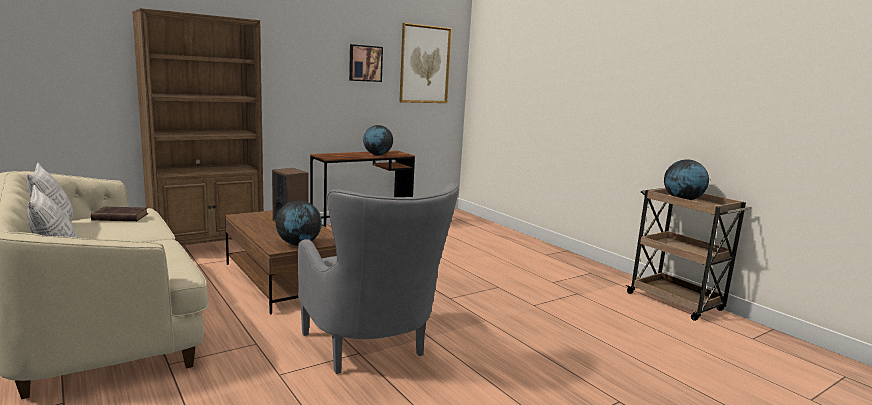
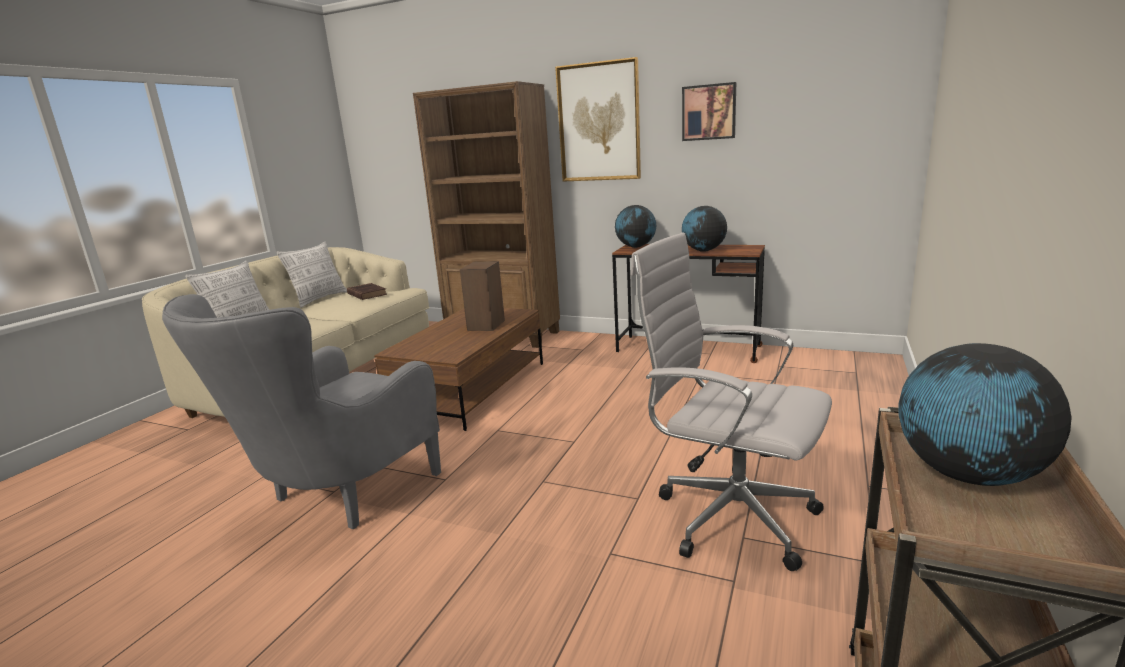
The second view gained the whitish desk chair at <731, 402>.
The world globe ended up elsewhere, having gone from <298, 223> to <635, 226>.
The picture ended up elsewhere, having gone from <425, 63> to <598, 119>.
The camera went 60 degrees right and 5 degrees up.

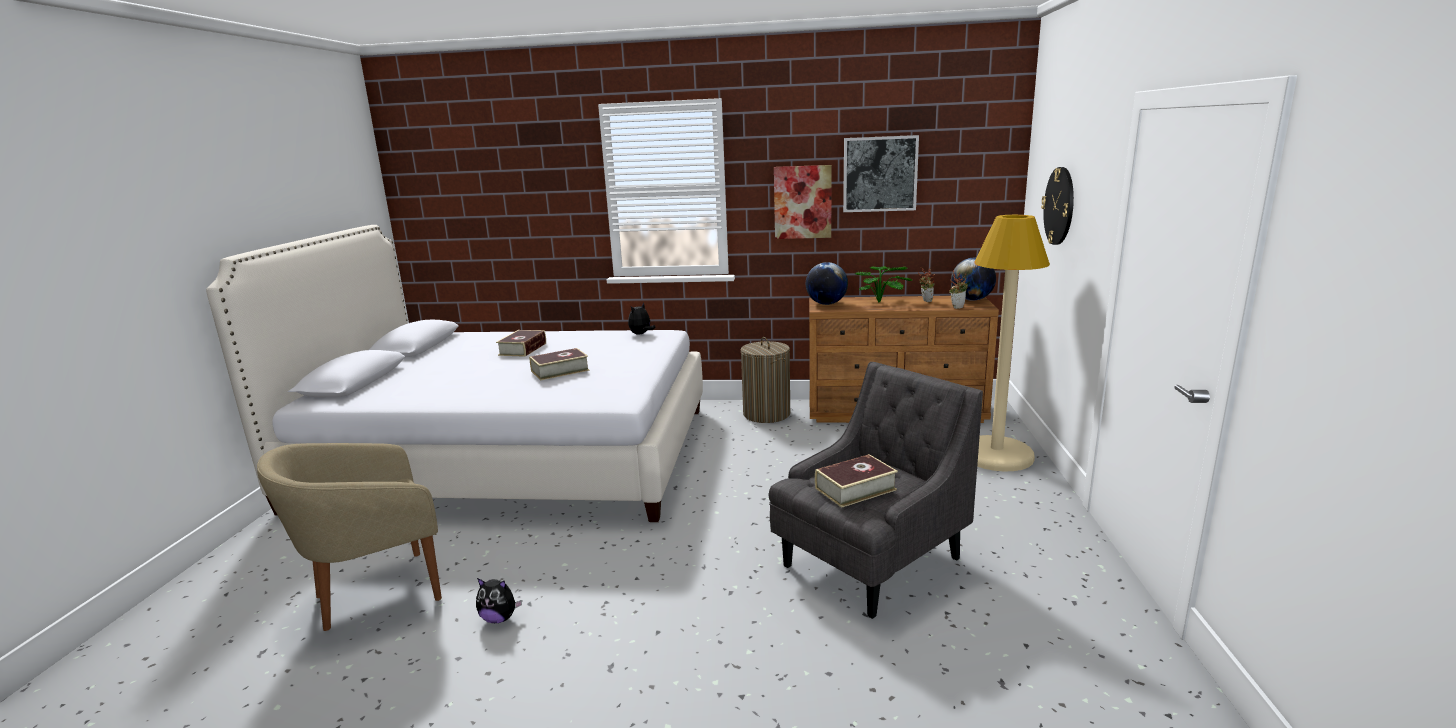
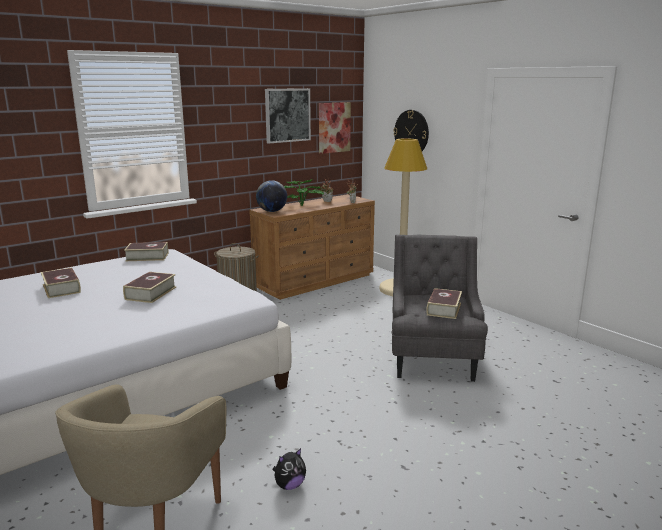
The second view lost the world globe at <973, 279>.
The picture ended up elsewhere, having gone from <803, 202> to <335, 128>.
Where the plush toy stood at <642, 318>, the bound book came to stand at <146, 251>.
The camera went 45 degrees left and 0 degrees up.

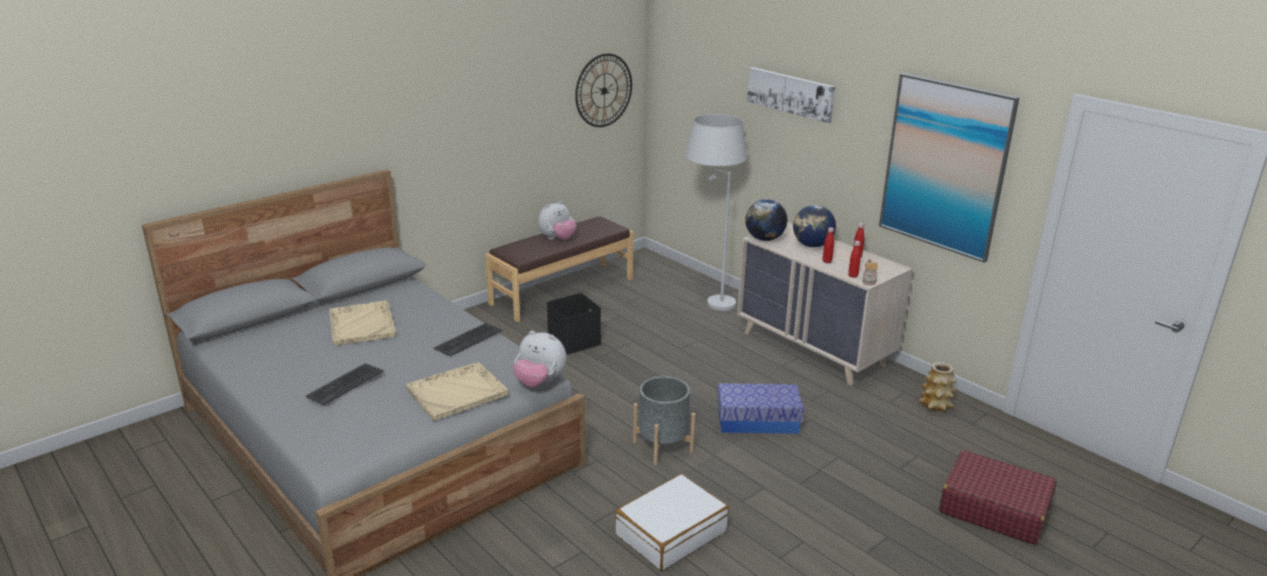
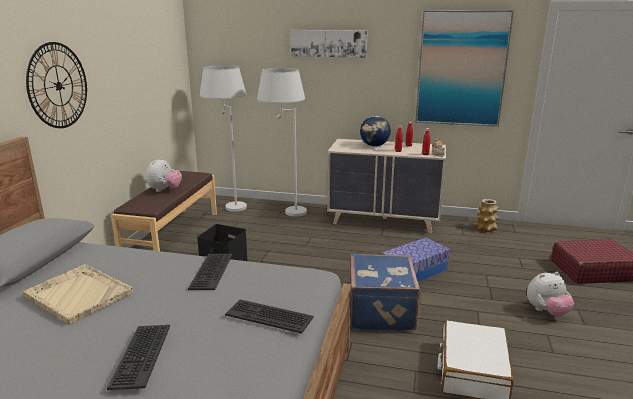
The second view lost the world globe at <766, 220>.
The second view gained the whitish standing lamp at <223, 138>.
The plush toy ended up elsewhere, having gone from <540, 359> to <550, 294>.
The wall clock ended up elsewhere, having gone from <603, 90> to <56, 85>.
Where the sand-coloured tray stood at <457, 391>, the PC keyboard came to stand at <269, 316>.
Where the greyish planter stood at <664, 420>, the blue-coloured piece of luggage came to stand at <385, 293>.
The camera went 35 degrees left and 5 degrees down.

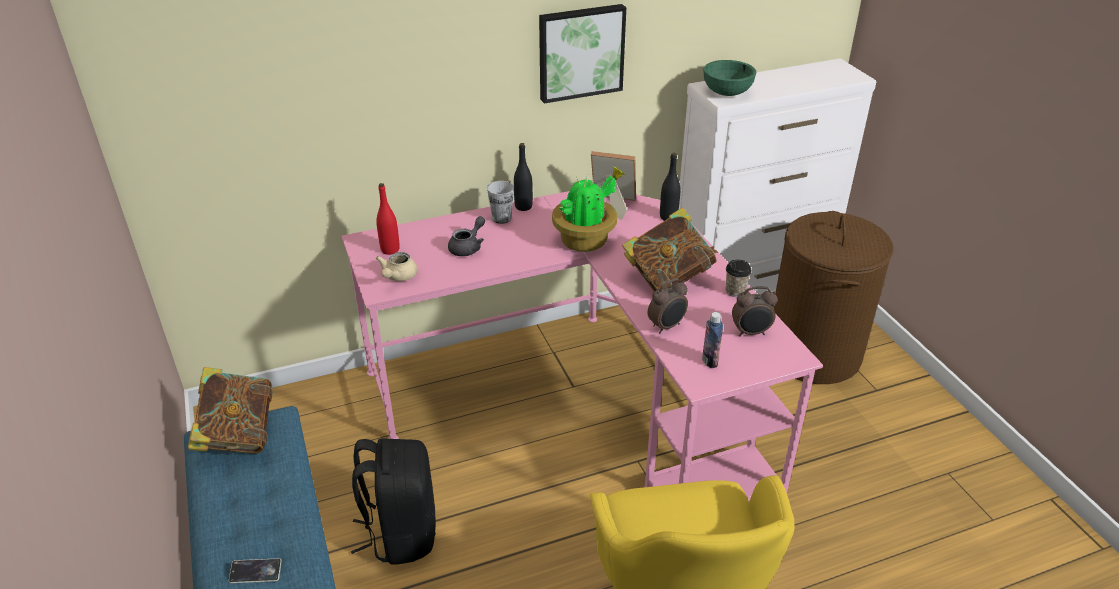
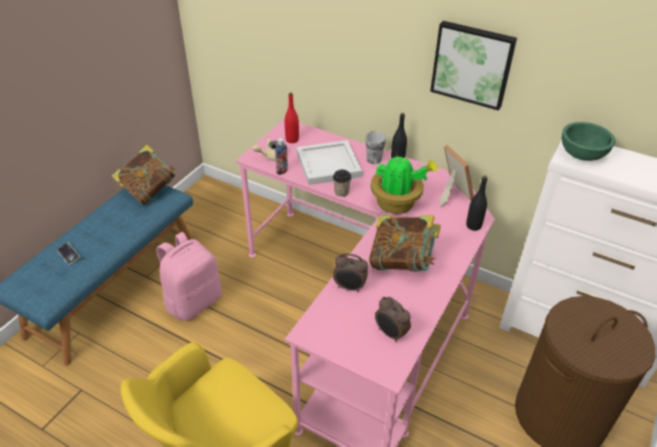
The drink bottle ended up elsewhere, having gone from <712, 340> to <281, 156>.
The cup ended up elsewhere, having gone from <739, 278> to <342, 183>.
Where the greyish pot for tea stood at <466, 236>, the whitish tray came to stand at <329, 162>.
What was the black rucksack at <393, 501> turned into the pinkish rucksack at <189, 276>.
The camera went 50 degrees right and 5 degrees up.

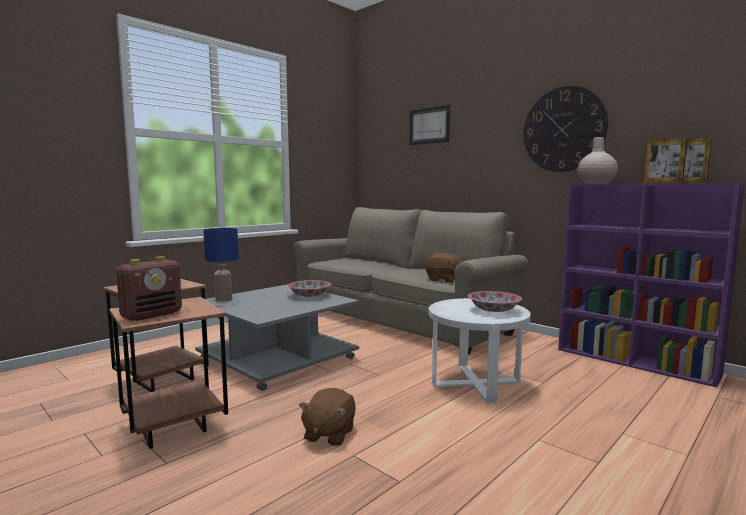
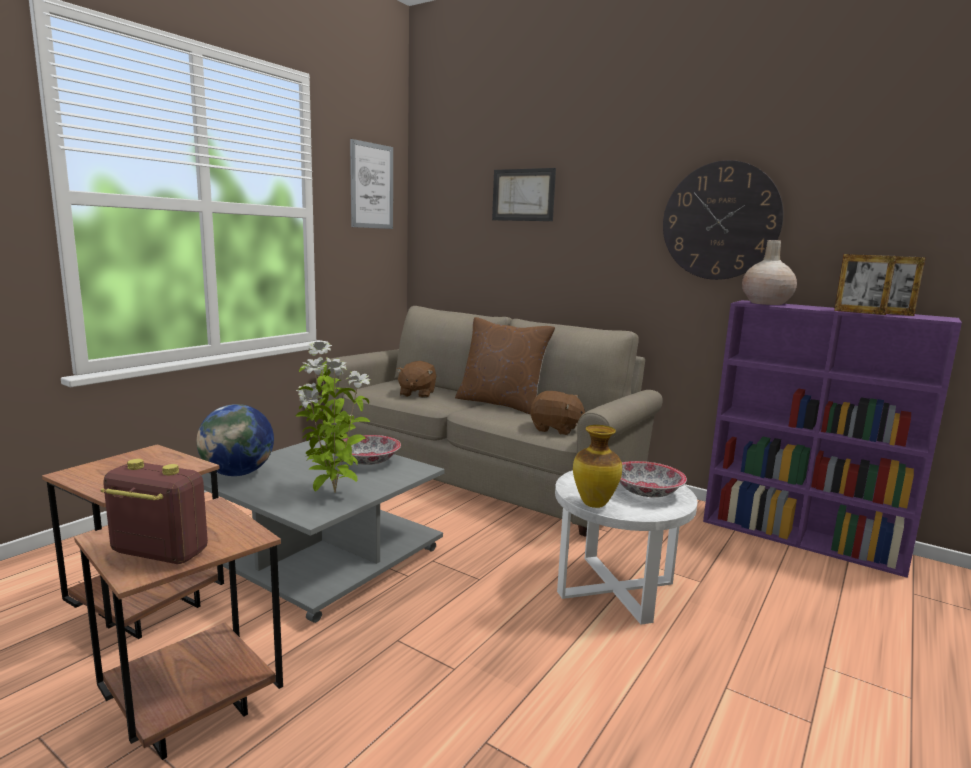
The second view gained the potted plant at <333, 417>.
The second view gained the picture at <371, 184>.
The second view gained the brown throw pillow at <505, 366>.
The second view gained the decorative vase at <597, 466>.
The brown plush toy ended up elsewhere, having gone from <327, 417> to <416, 379>.
Where the blue-coloured table lamp stood at <221, 265>, the world globe came to stand at <235, 440>.
The radio at <149, 288> ended up facing another way, 105 degrees counterclockwise from before.
The camera went 10 degrees left and 5 degrees up.

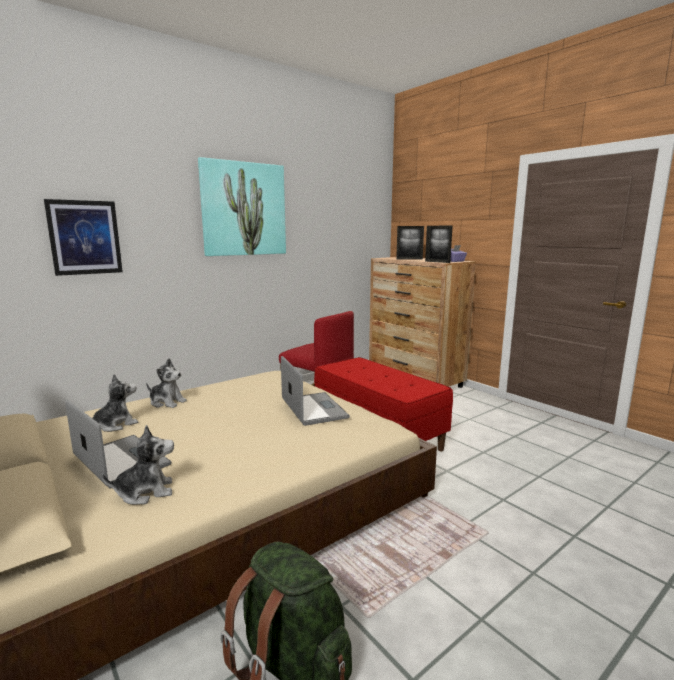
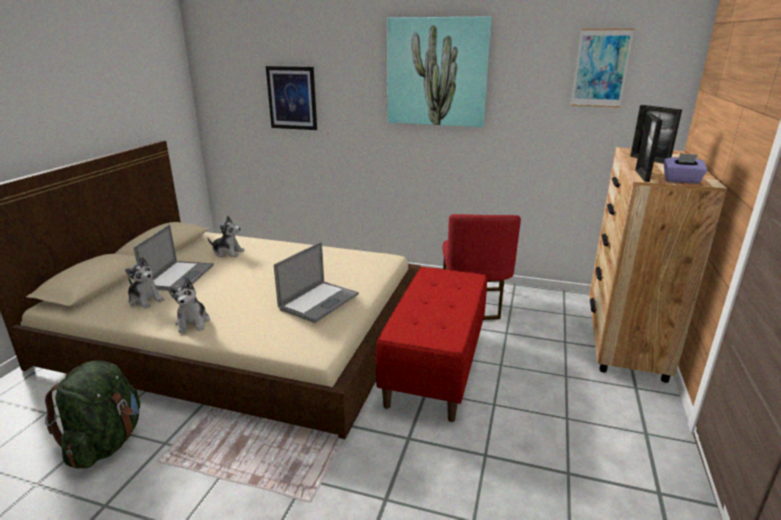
The second view gained the picture at <602, 68>.
The plush toy ended up elsewhere, having gone from <166, 383> to <188, 305>.
The camera went 55 degrees right and 10 degrees up.

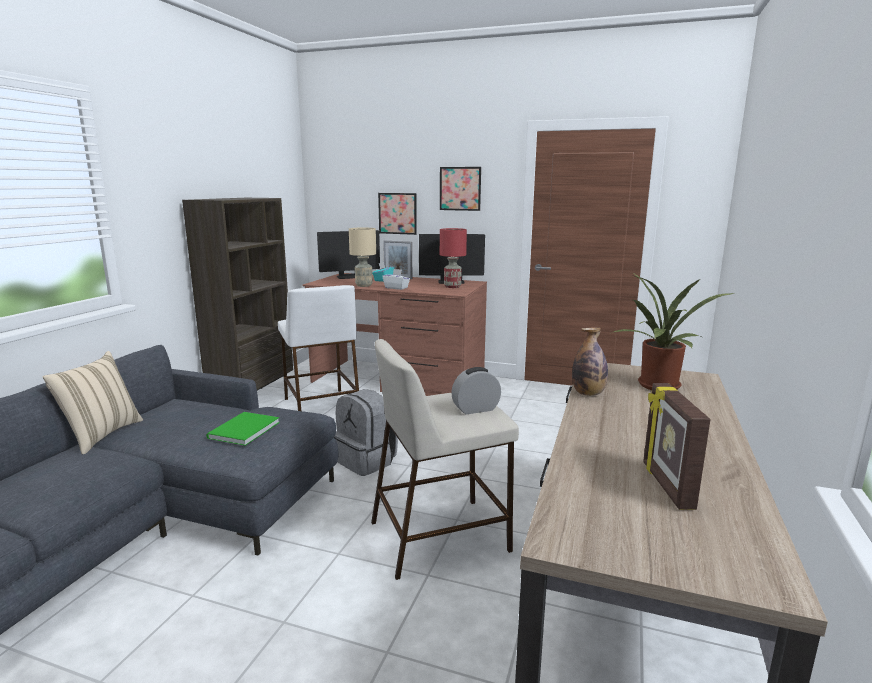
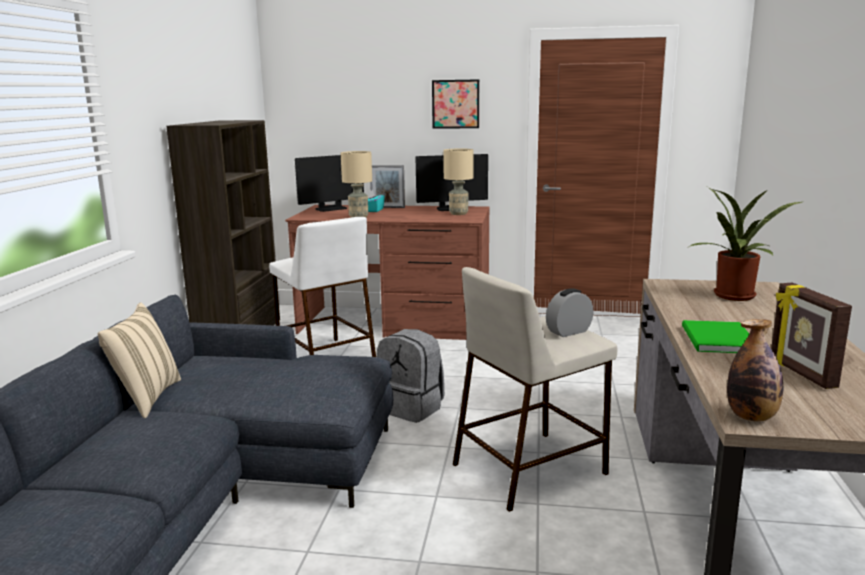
The second view lost the picture at <397, 214>.
The second view lost the whitish box of tissues at <396, 279>.
The green-coloured bound book ended up elsewhere, having gone from <243, 429> to <715, 336>.
The drink bottle ended up elsewhere, having gone from <590, 361> to <755, 370>.
What was the red table lamp at <453, 258> turned into the sand-coloured table lamp at <458, 182>.
The camera went 10 degrees left and 0 degrees up.

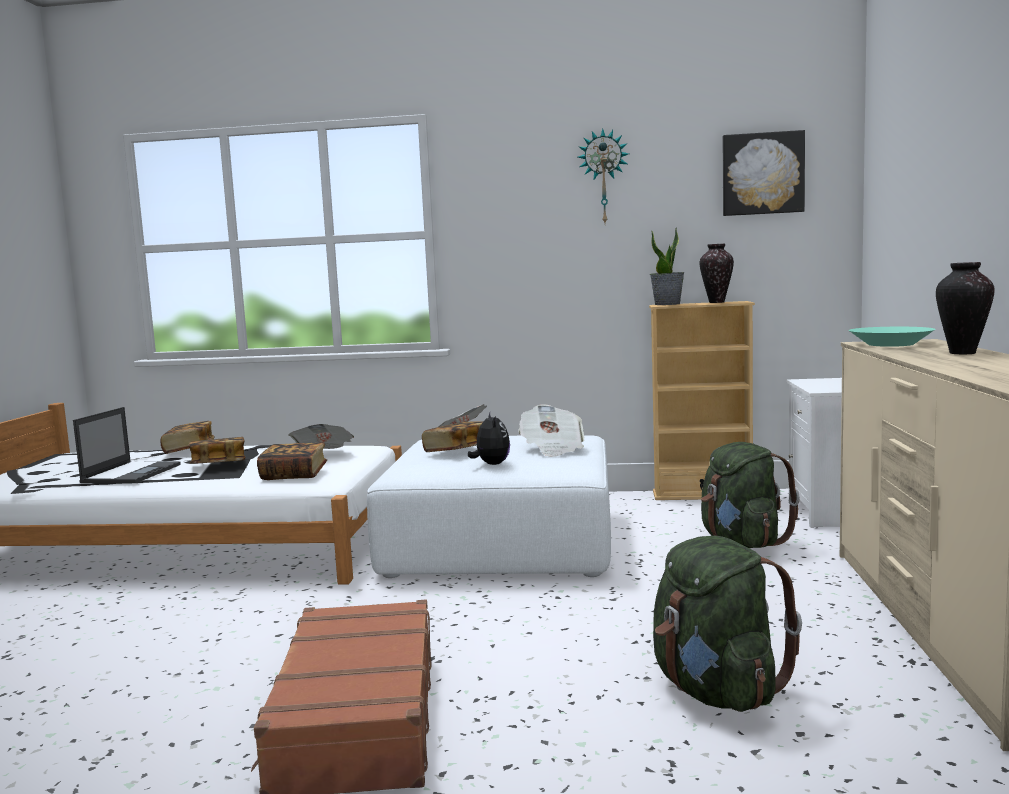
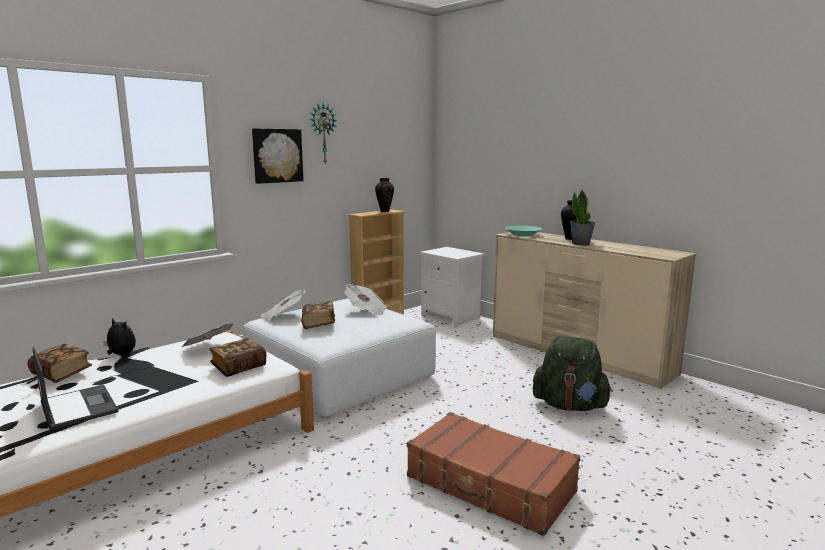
The second view lost the bound book at <217, 450>.
The second view lost the green-coloured rucksack at <750, 495>.
The plush toy ended up elsewhere, having gone from <489, 438> to <119, 337>.
The potted plant ended up elsewhere, having gone from <667, 266> to <582, 217>.
The picture ended up elsewhere, having gone from <764, 173> to <278, 156>.
The camera went 50 degrees left and 5 degrees up.

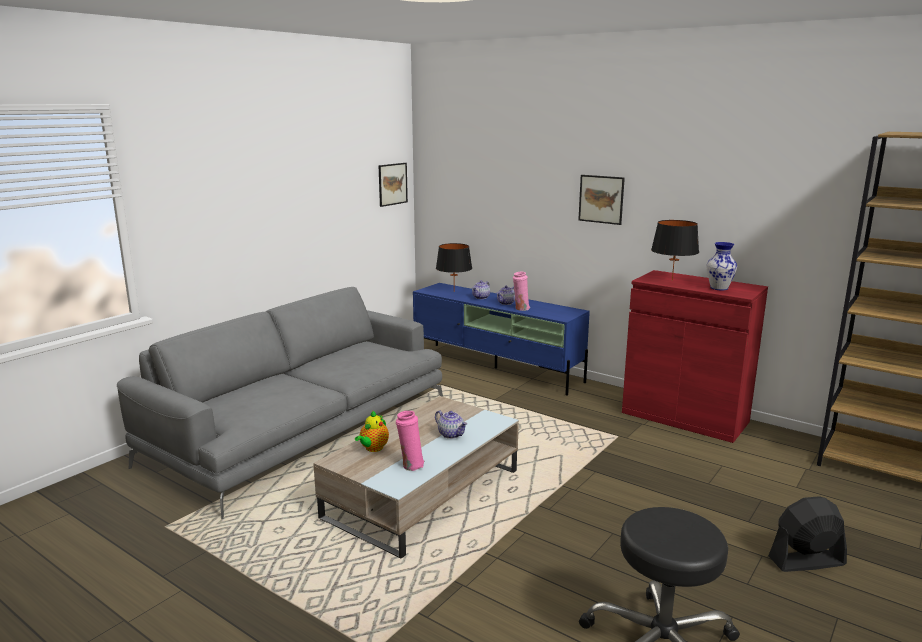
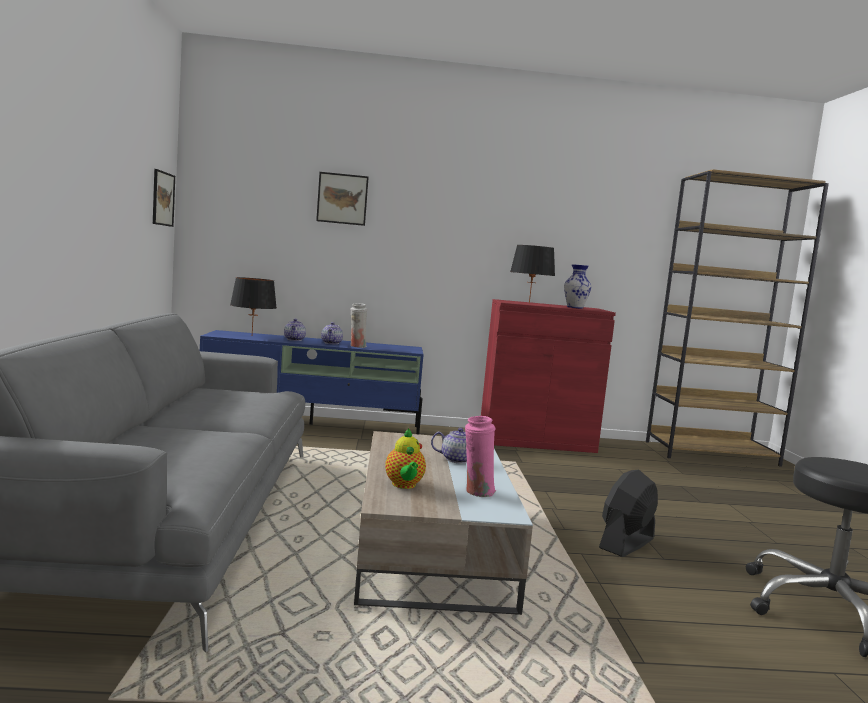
The picture ended up elsewhere, having gone from <601, 200> to <342, 199>.
The black cooling fan ended up elsewhere, having gone from <807, 534> to <628, 513>.
What was the pinkish decorative vase at <521, 291> turned into the whitish decorative vase at <358, 325>.
The camera went 40 degrees left and 10 degrees down.

